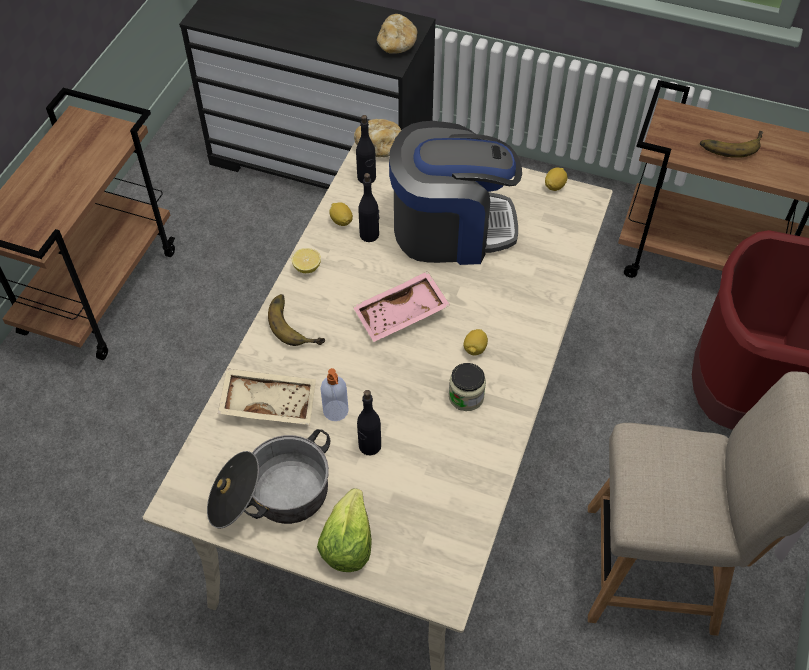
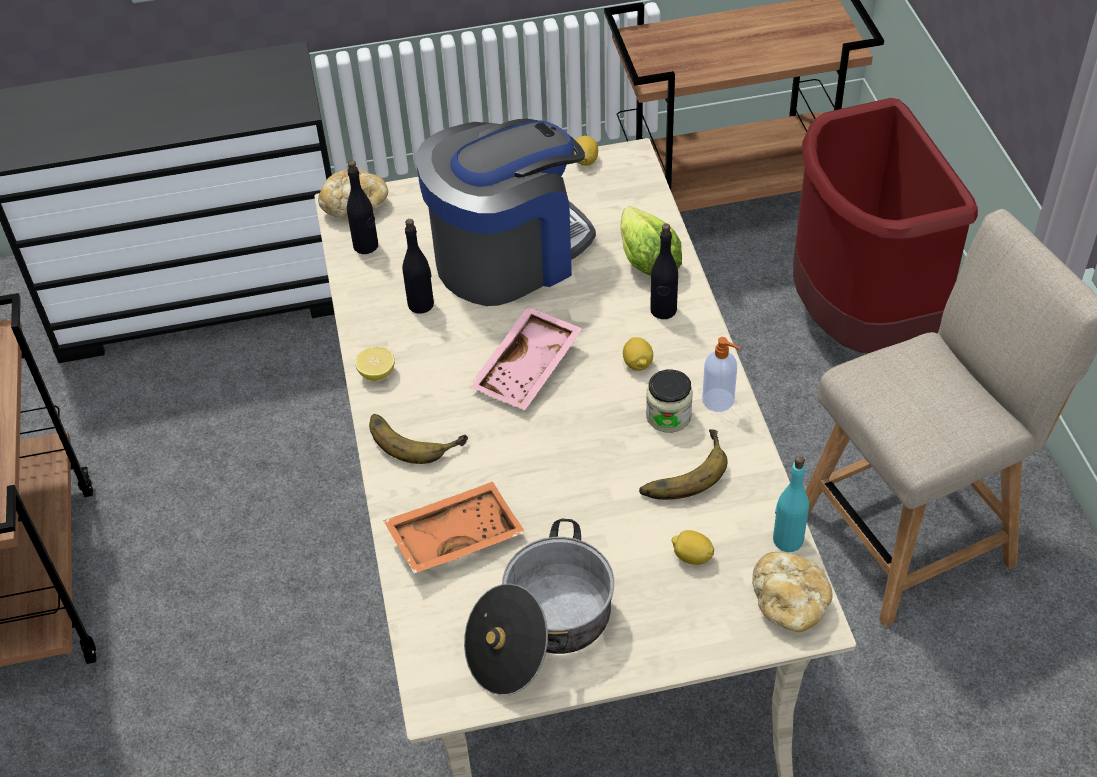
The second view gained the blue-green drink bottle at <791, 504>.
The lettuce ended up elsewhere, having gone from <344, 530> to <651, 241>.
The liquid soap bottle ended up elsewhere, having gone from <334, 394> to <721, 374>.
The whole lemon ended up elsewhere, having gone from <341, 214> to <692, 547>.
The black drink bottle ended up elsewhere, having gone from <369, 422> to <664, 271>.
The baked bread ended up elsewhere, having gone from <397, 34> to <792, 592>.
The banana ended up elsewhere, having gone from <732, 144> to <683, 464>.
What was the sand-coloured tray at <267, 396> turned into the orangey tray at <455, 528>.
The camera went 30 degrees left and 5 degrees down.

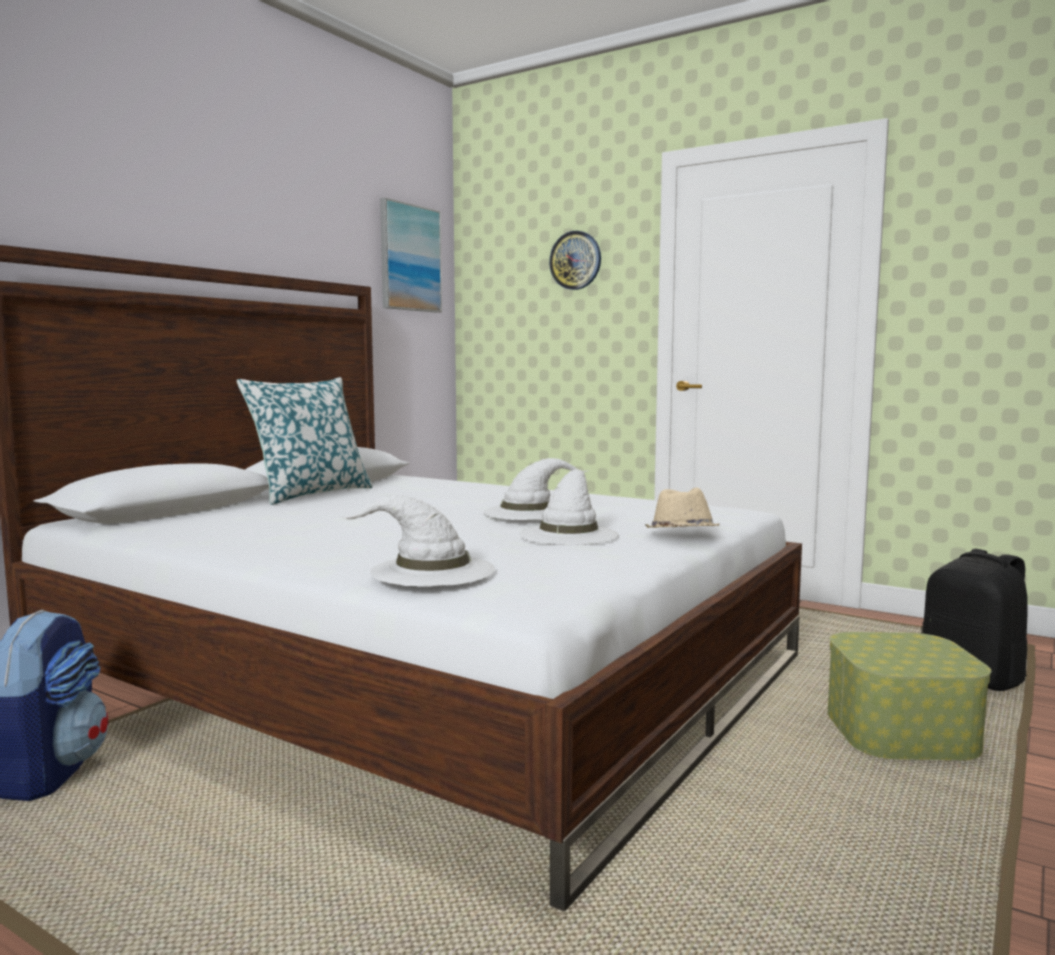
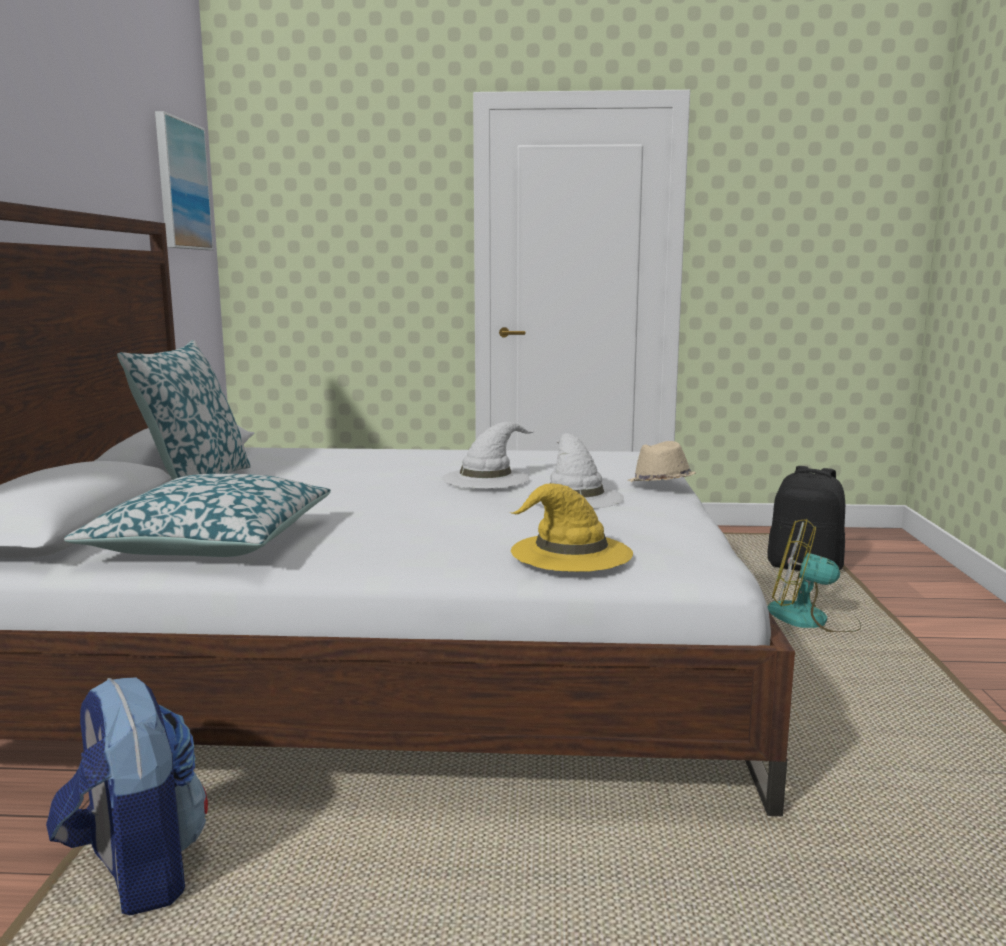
The second view lost the wall clock at <575, 260>.
The second view gained the throw pillow at <197, 515>.
Where the storage container stood at <909, 696>, the cooling fan came to stand at <814, 575>.
What was the whitish clothing hat at <417, 541> turned into the yellowish clothing hat at <571, 527>.
The camera went 30 degrees left and 5 degrees up.

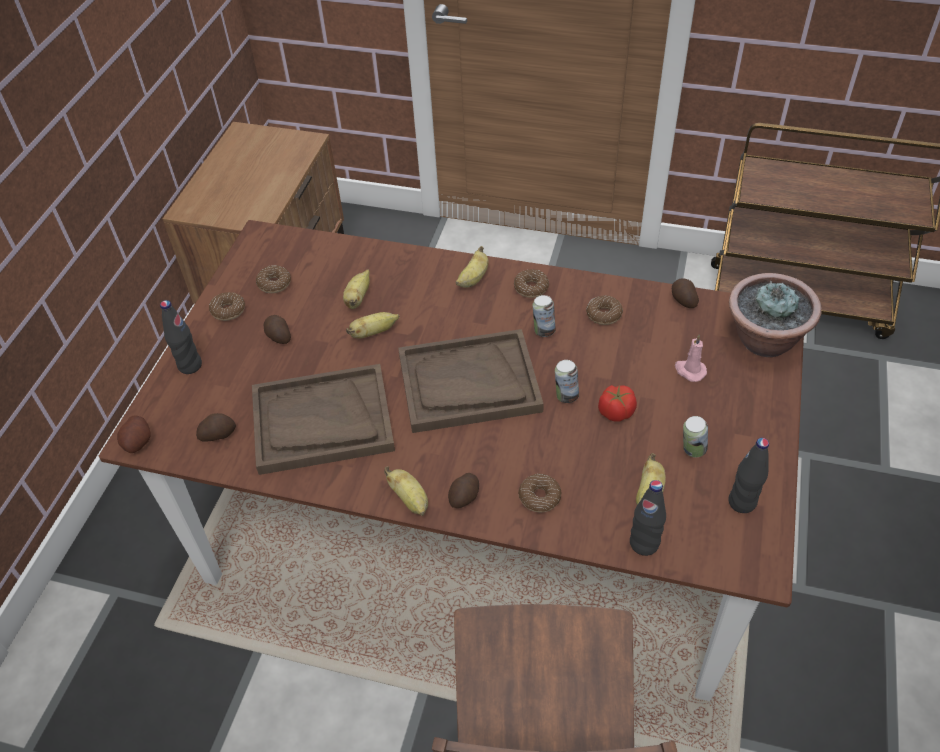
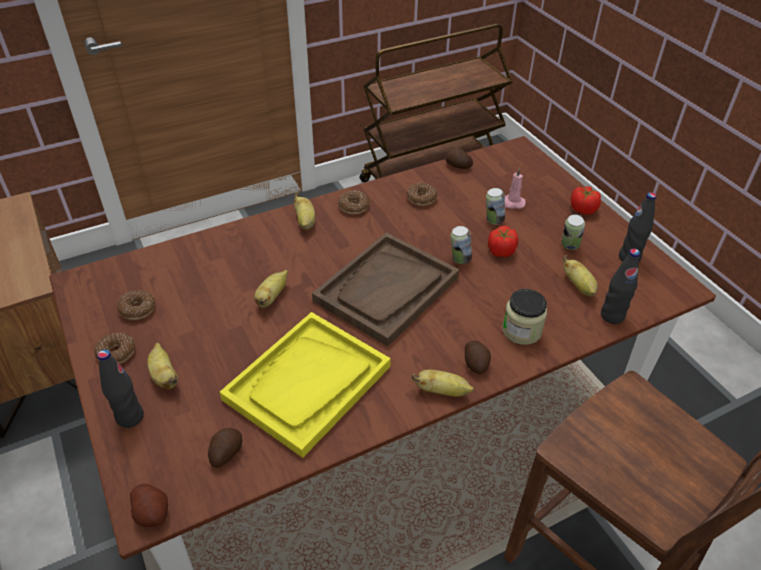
The second view lost the whole potato at <277, 329>.
The second view lost the potted plant at <775, 315>.
The second view gained the tomato at <586, 200>.
The banana ended up elsewhere, having gone from <356, 289> to <162, 366>.
The can ended up elsewhere, having gone from <544, 316> to <495, 206>.
Where the doughnut stood at <539, 493>, the preserve jar came to stand at <524, 317>.
What was the brown tray at <323, 419> turned into the yellowish tray at <305, 385>.
The camera went 45 degrees left and 5 degrees down.

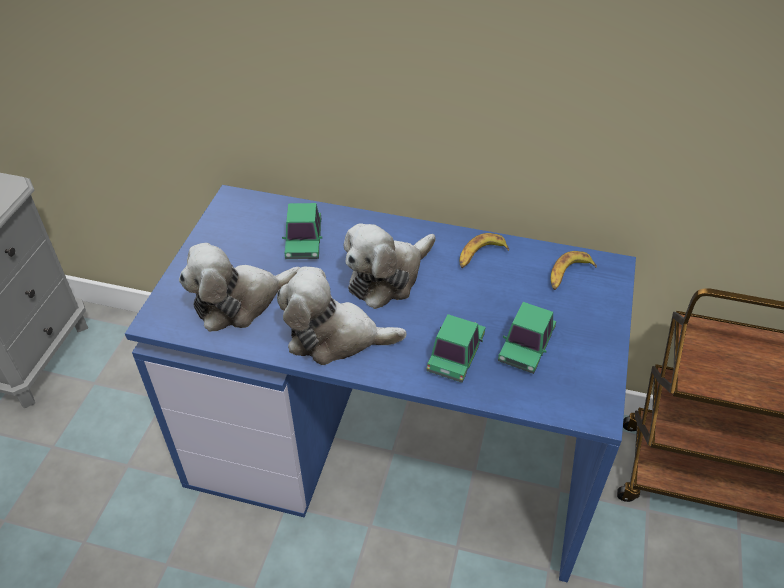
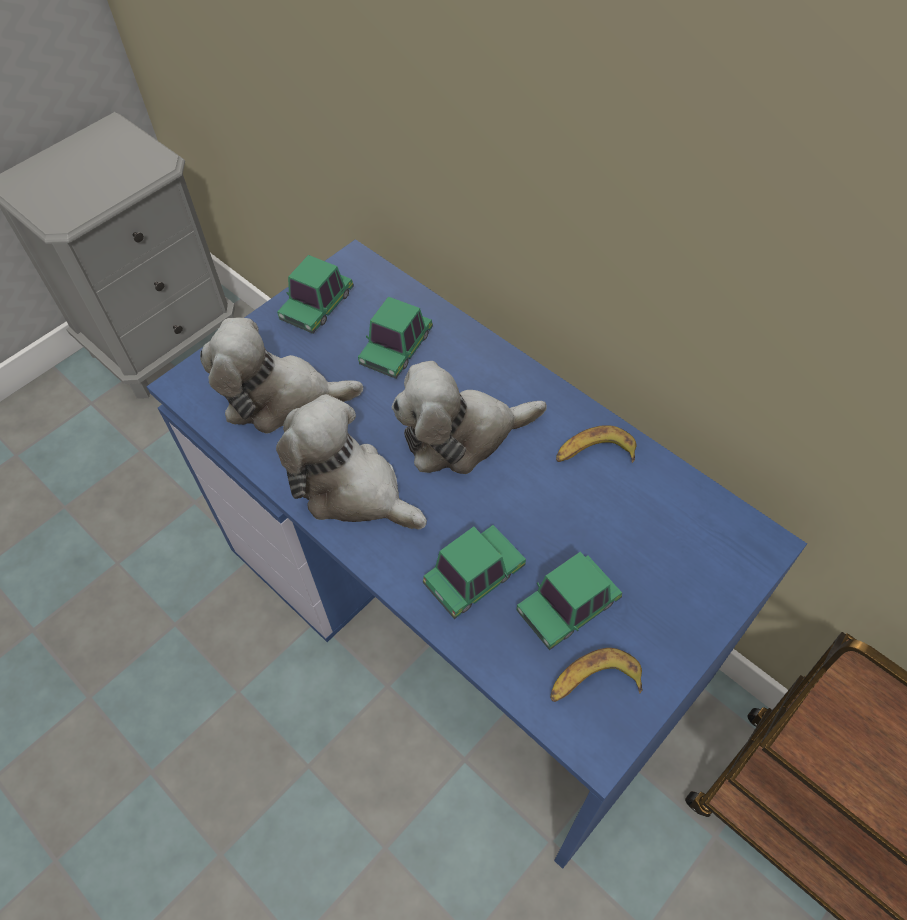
The second view gained the model car at <315, 294>.
The banana ended up elsewhere, having gone from <574, 270> to <596, 675>.
The camera went 30 degrees right and 10 degrees up.

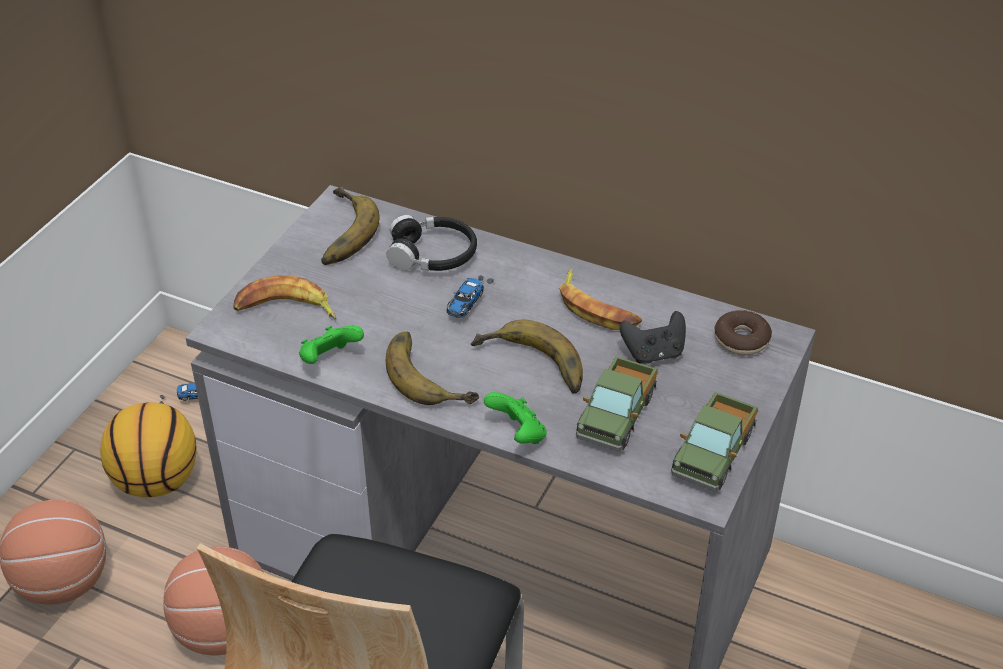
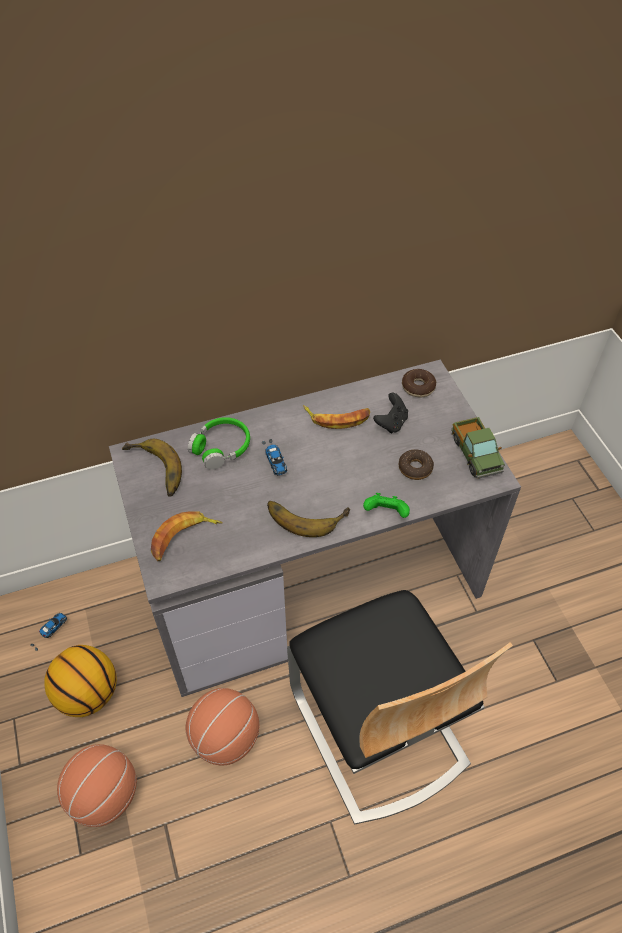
The second view lost the green-coloured gamepad at <331, 345>.
The second view lost the banana at <527, 357>.
Where the toy truck stood at <617, 404>, the doughnut came to stand at <416, 464>.
What was the black pair of headphones at <431, 243> turned into the green-coloured pair of headphones at <219, 443>.
The camera went 45 degrees left and 10 degrees up.

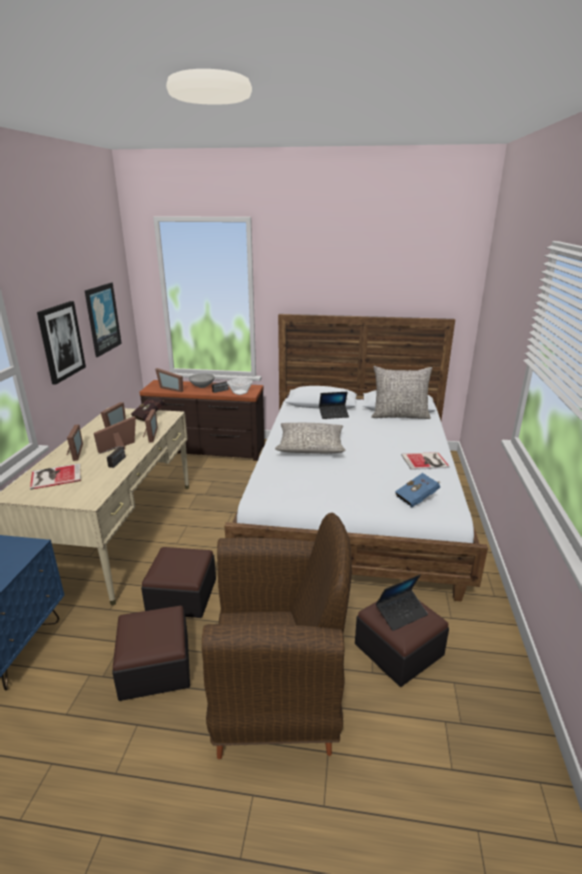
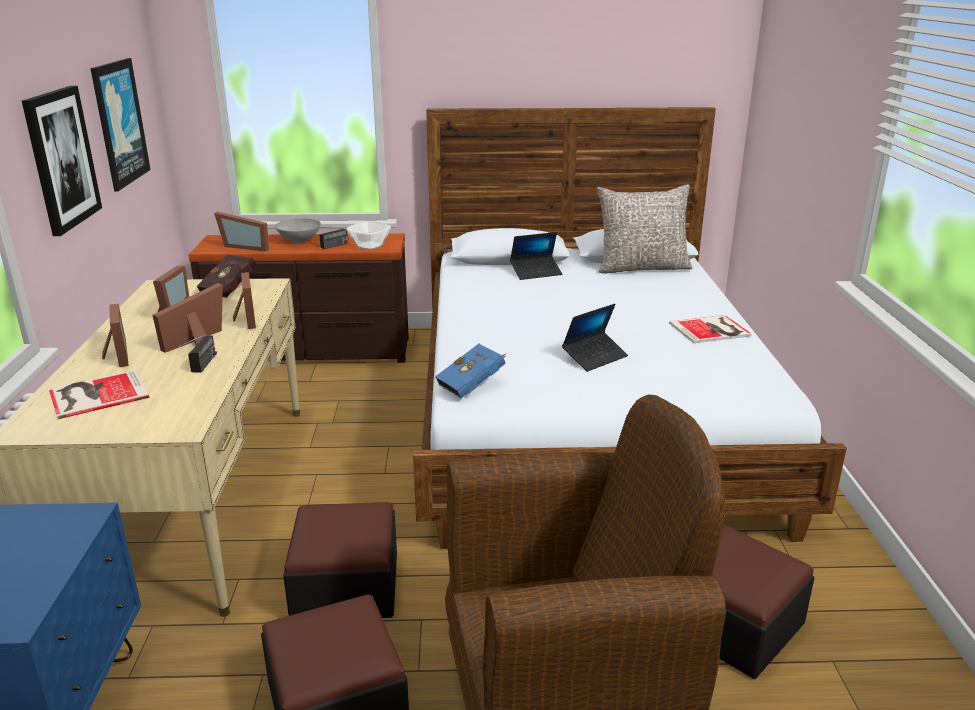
The second view lost the greyish throw pillow at <310, 438>.
The laptop ended up elsewhere, having gone from <402, 603> to <595, 338>.
The blue-coloured bound book ended up elsewhere, having gone from <417, 490> to <470, 371>.
The camera went 10 degrees left and 0 degrees up.

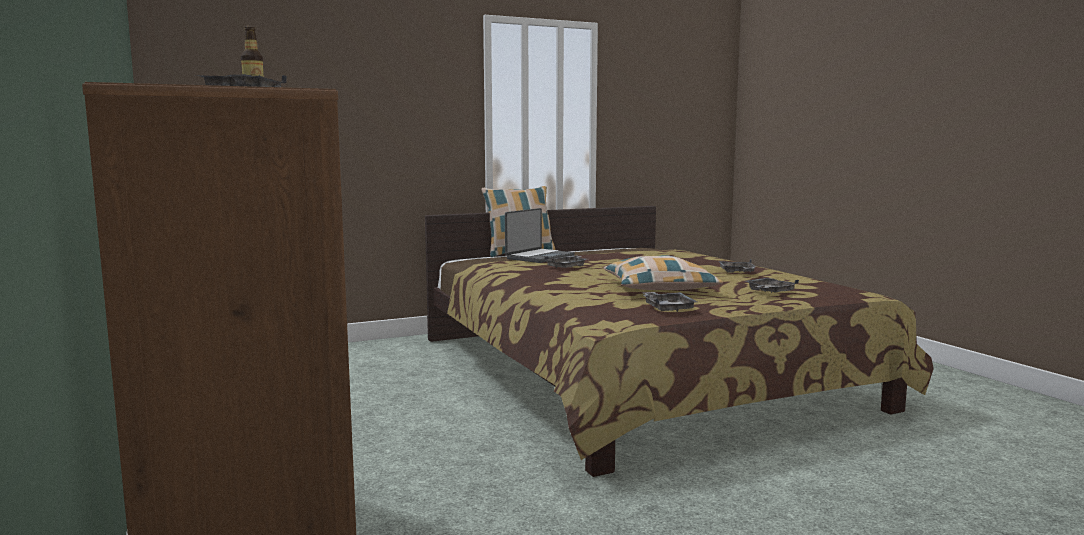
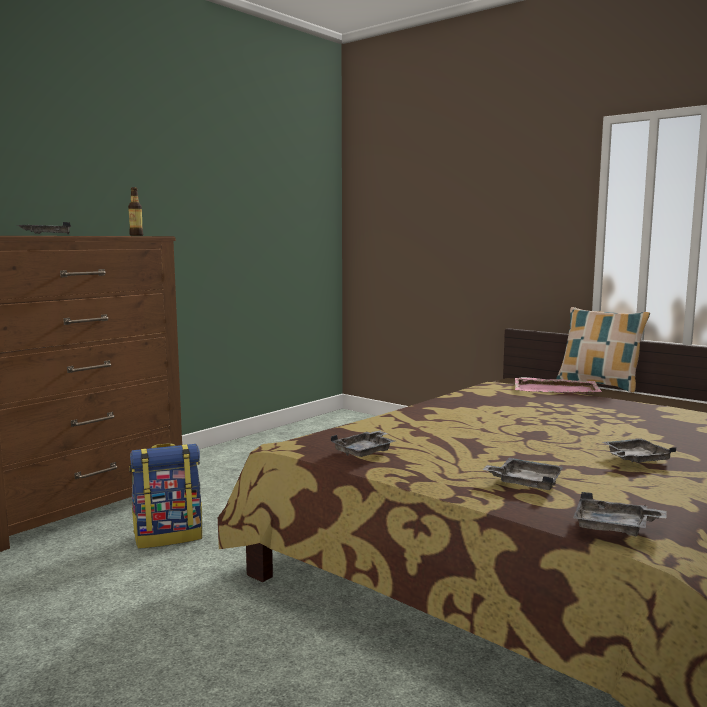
The second view lost the throw pillow at <663, 272>.
The second view gained the rucksack at <165, 496>.
The greyish tray ended up elsewhere, having gone from <565, 261> to <620, 514>.
Where the laptop stood at <540, 235>, the pinkish tray came to stand at <558, 386>.
The camera went 65 degrees right and 0 degrees up.

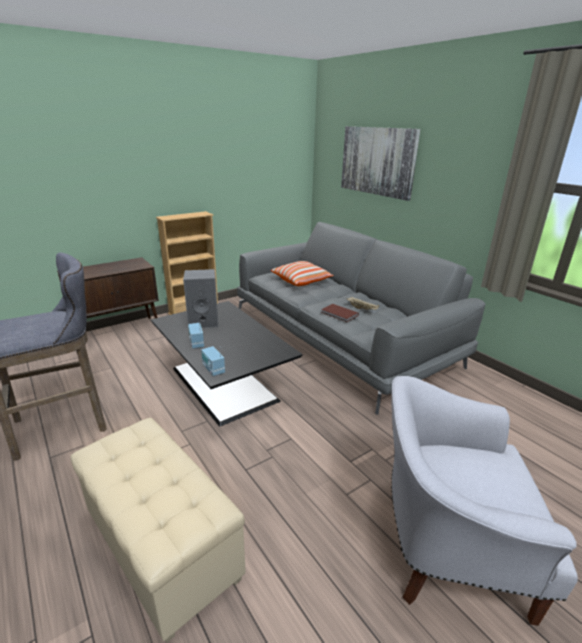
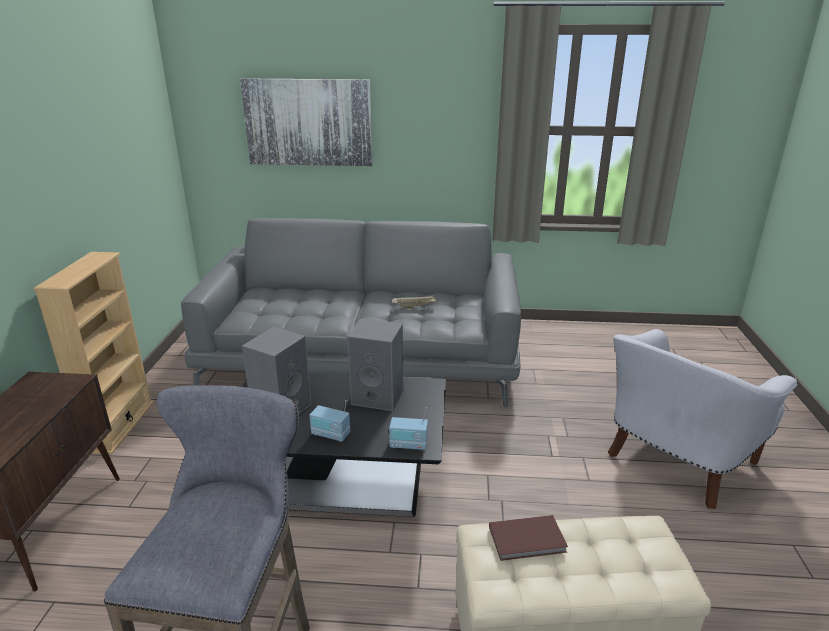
The second view lost the throw pillow at <302, 273>.
The second view gained the greyish speaker at <375, 365>.
The brown bound book ended up elsewhere, having gone from <340, 313> to <528, 538>.
The camera went 50 degrees left and 0 degrees up.

